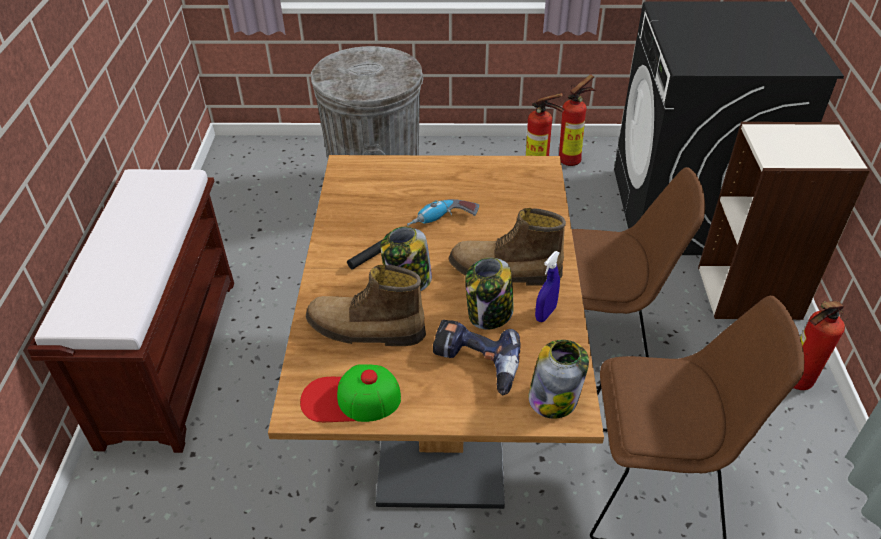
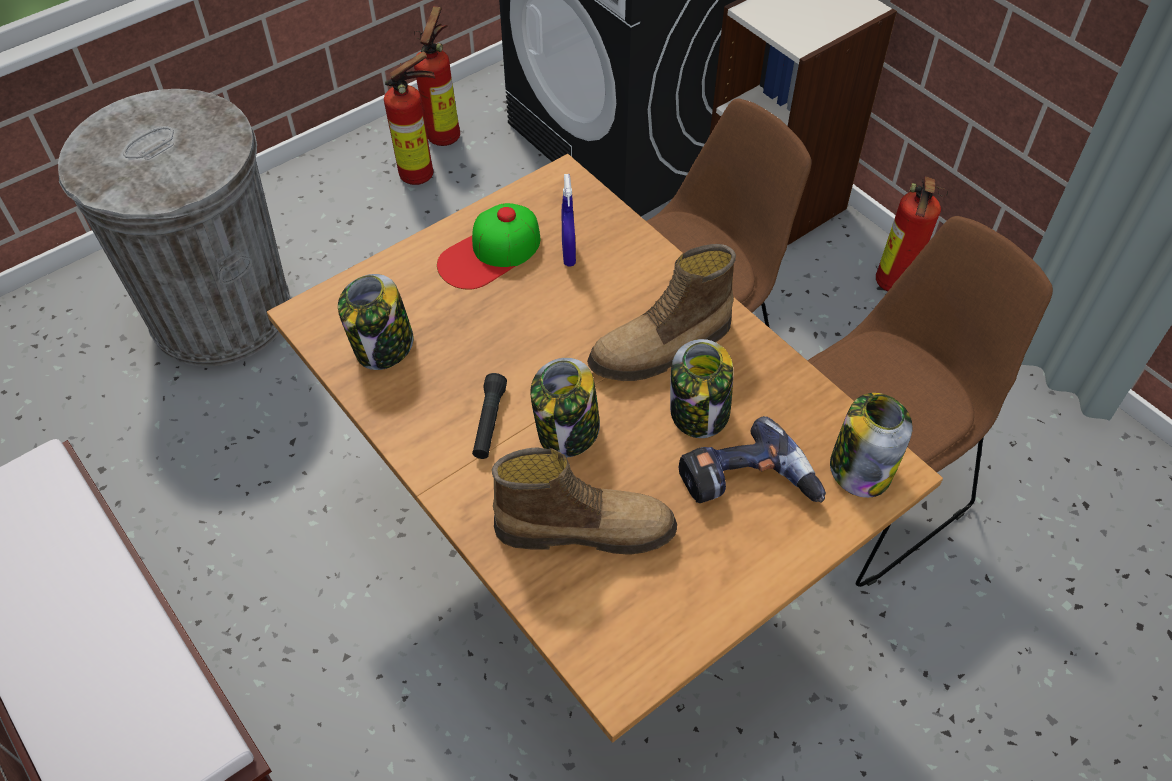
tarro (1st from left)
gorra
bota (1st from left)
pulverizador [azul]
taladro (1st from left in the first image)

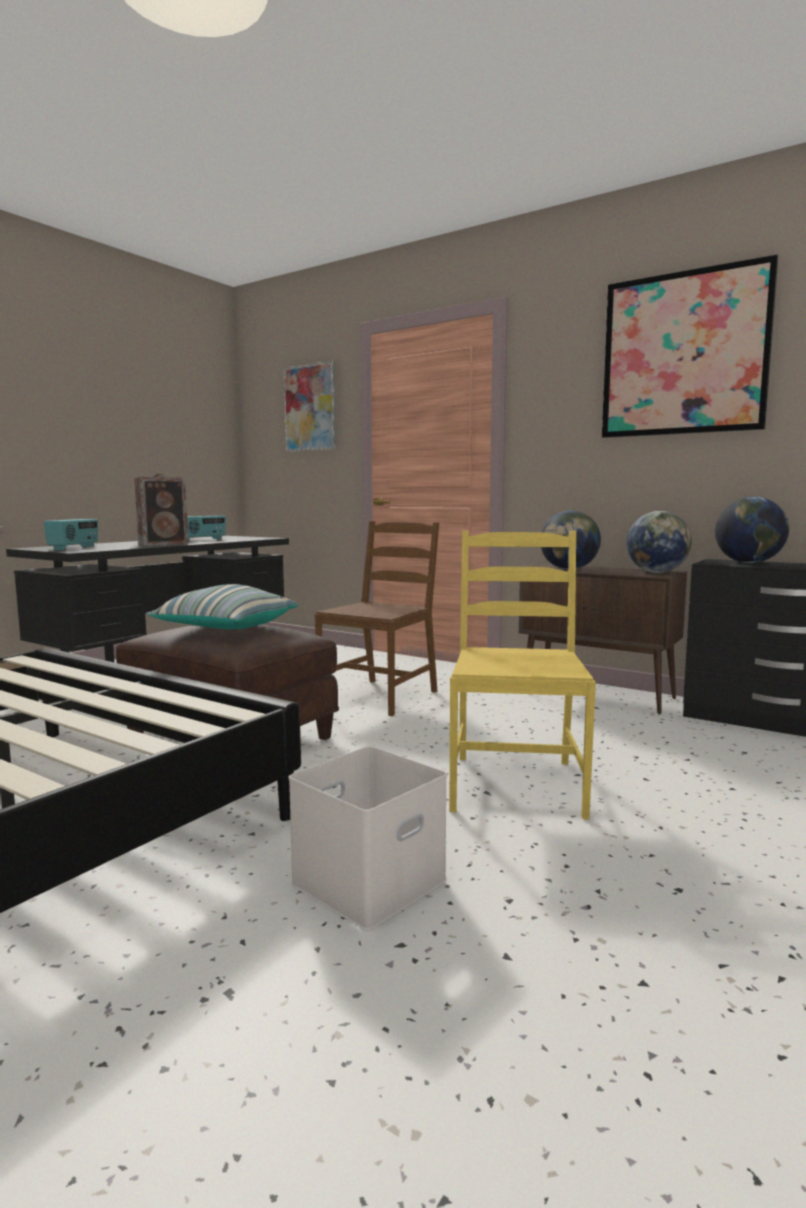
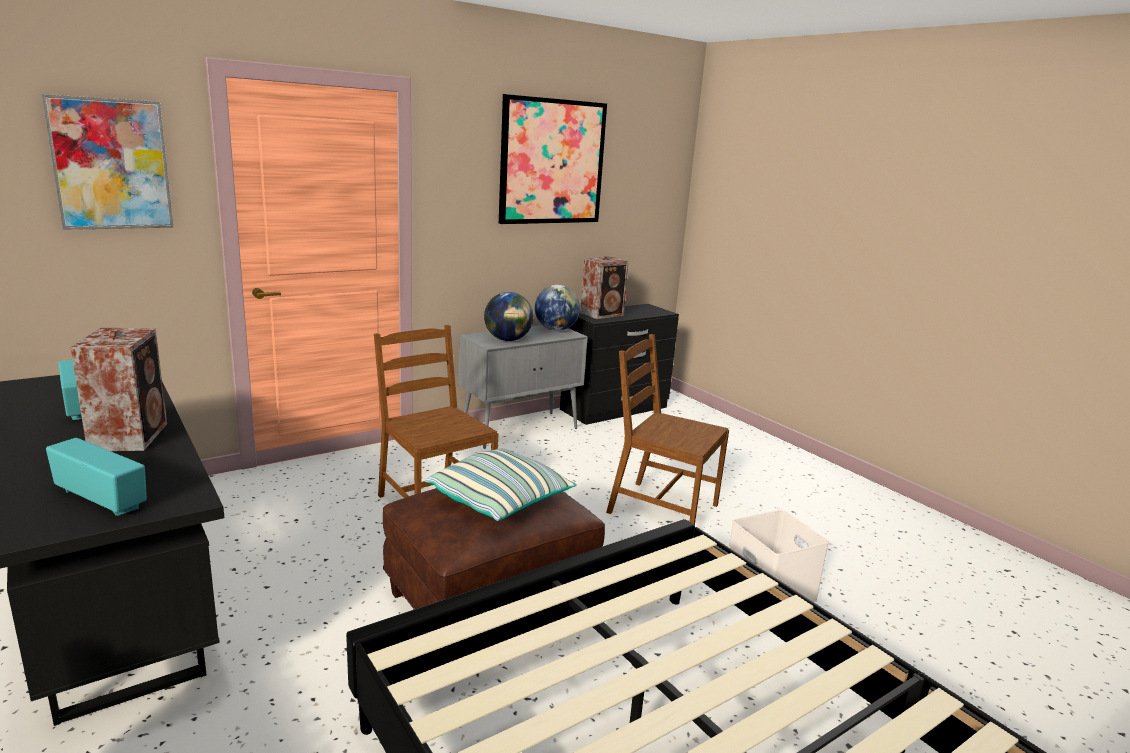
armario [gris]
altavoz (2nd from left)
silla [marrón] (2nd from left)

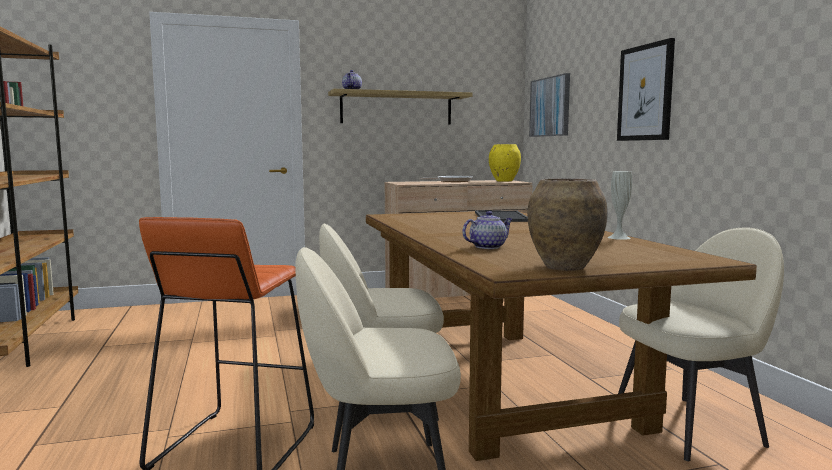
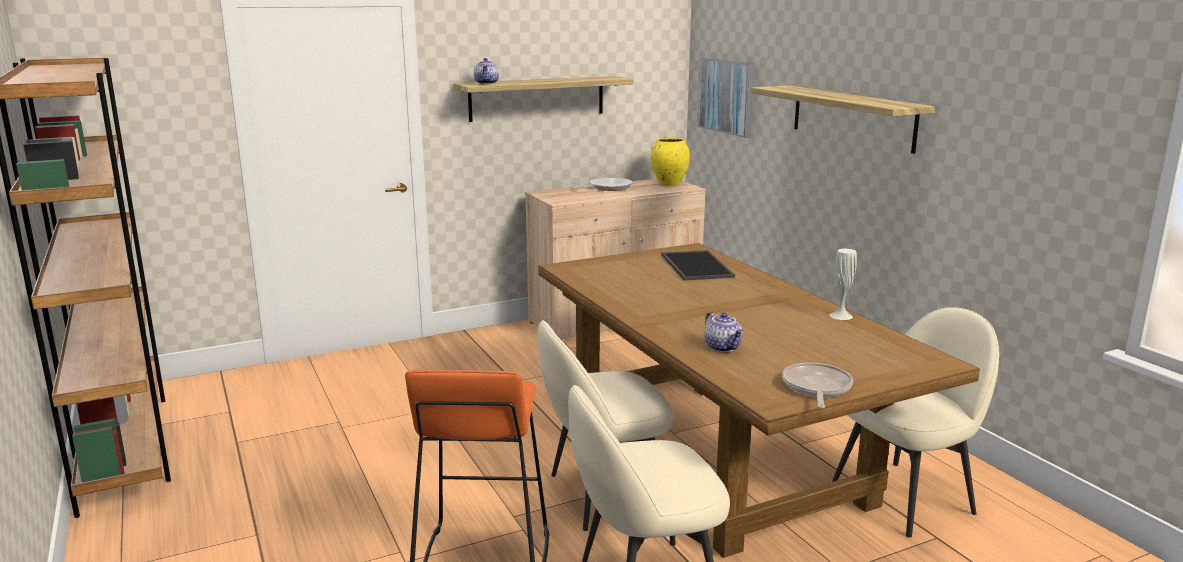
tetera (2nd from left)
estante (2nd from left)
sartén (2nd from left)

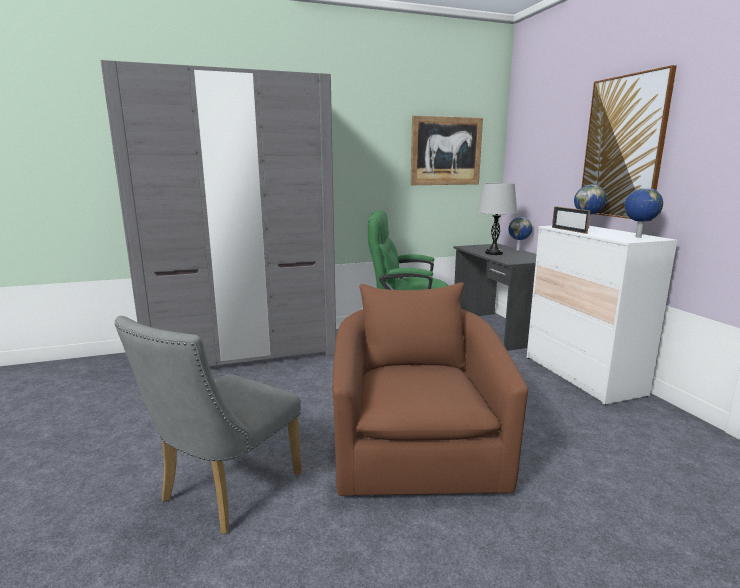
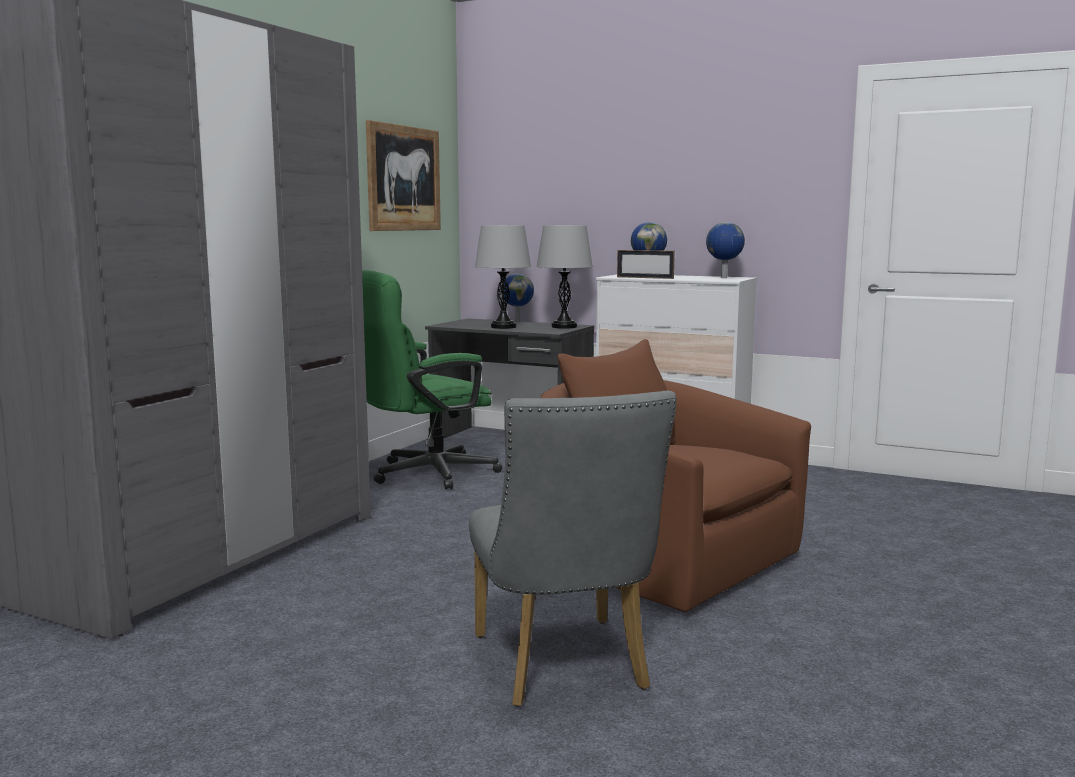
lámpara de mesa [gris] (2nd from left)
cuadro (2nd from left in the first image)

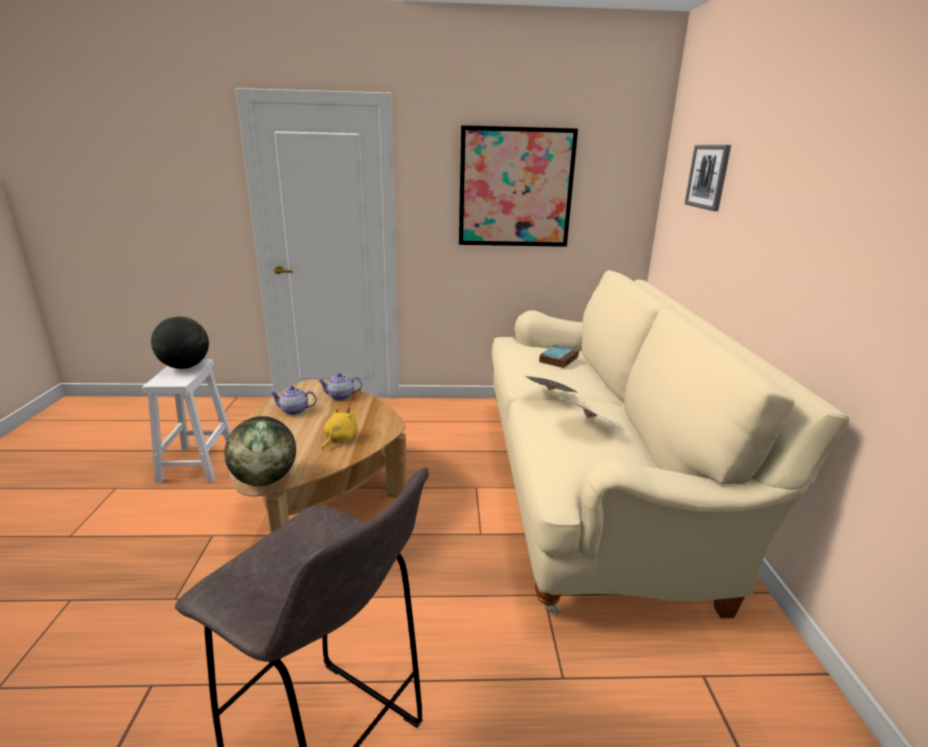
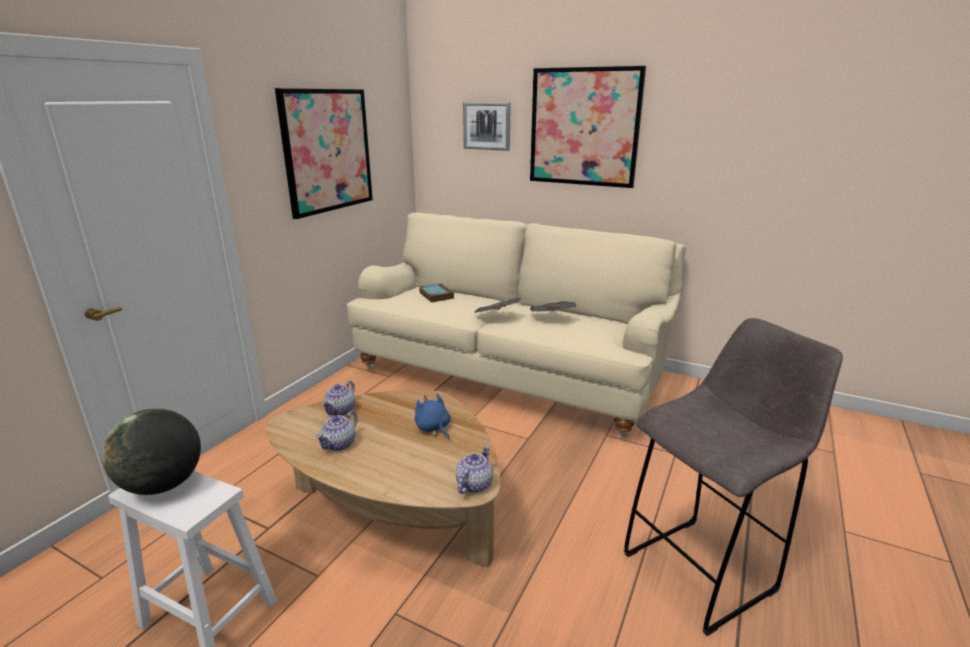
peluche [azul]
tetera (3rd from left)
cuadro (3rd from left)

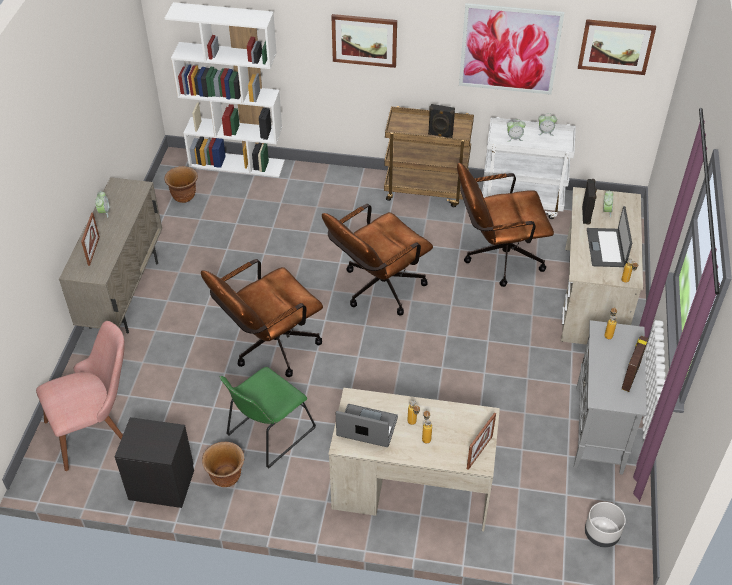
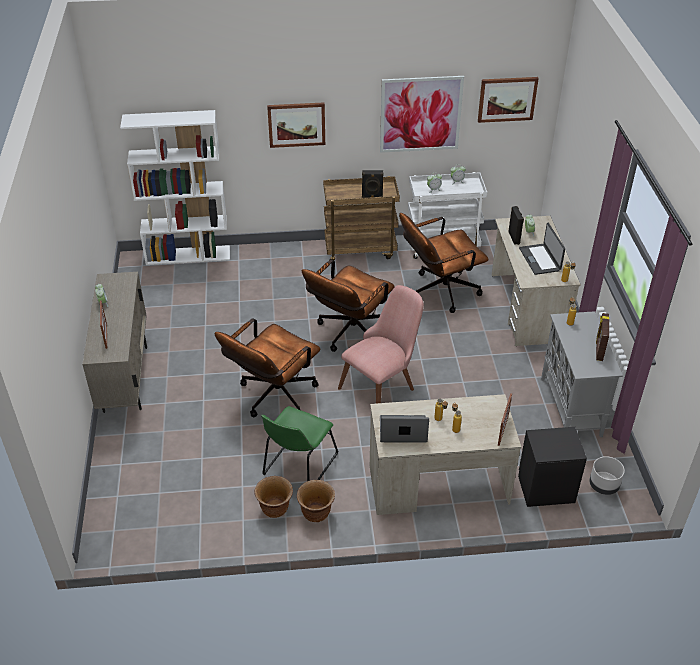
maceta [marrón] (2nd from left)
silla [rosa]
mesita de noche [negro]

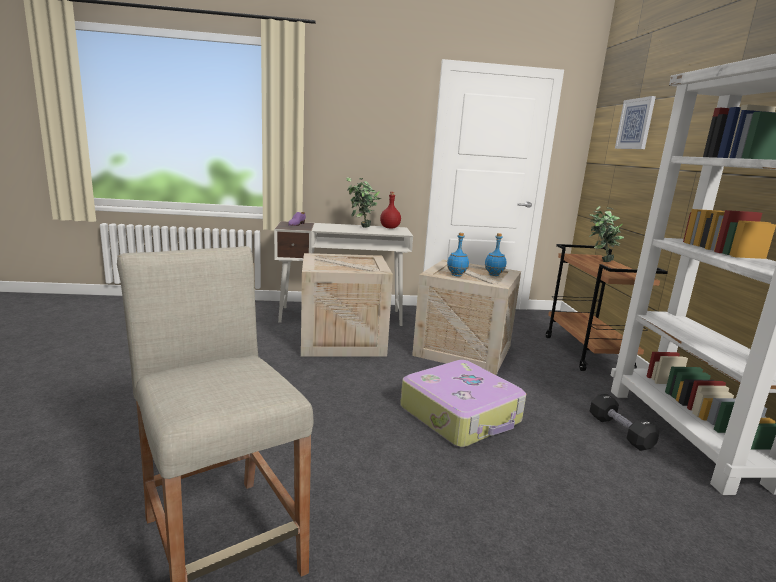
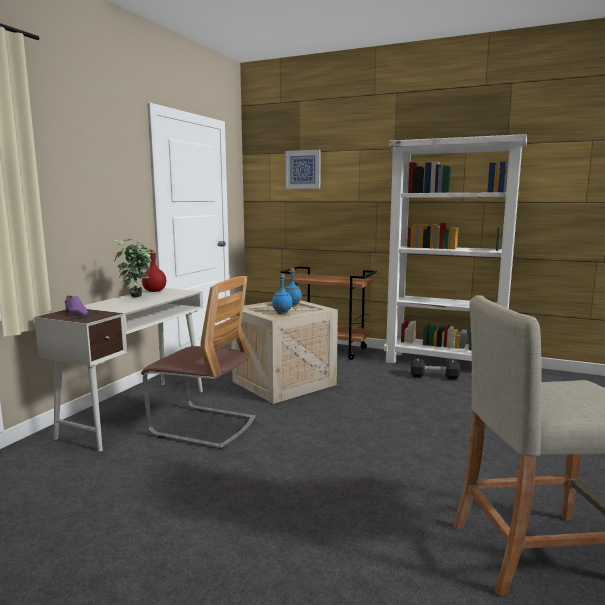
silla
maleta
planta en maceta (2nd from left in the first image)

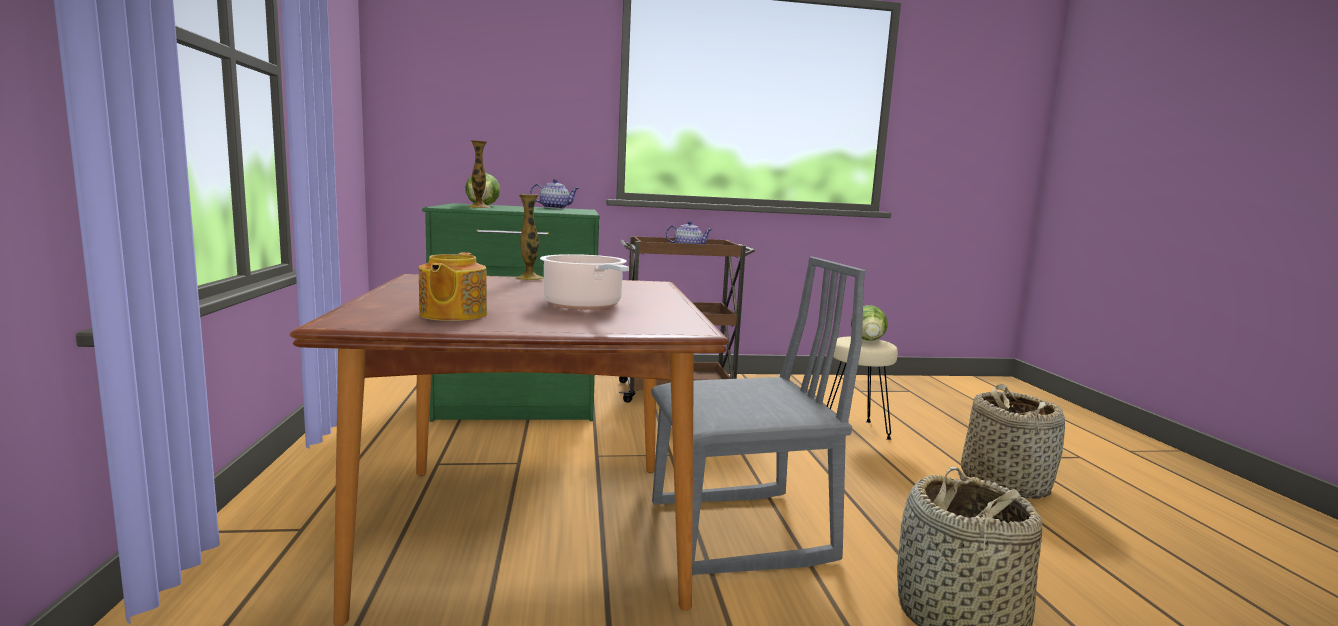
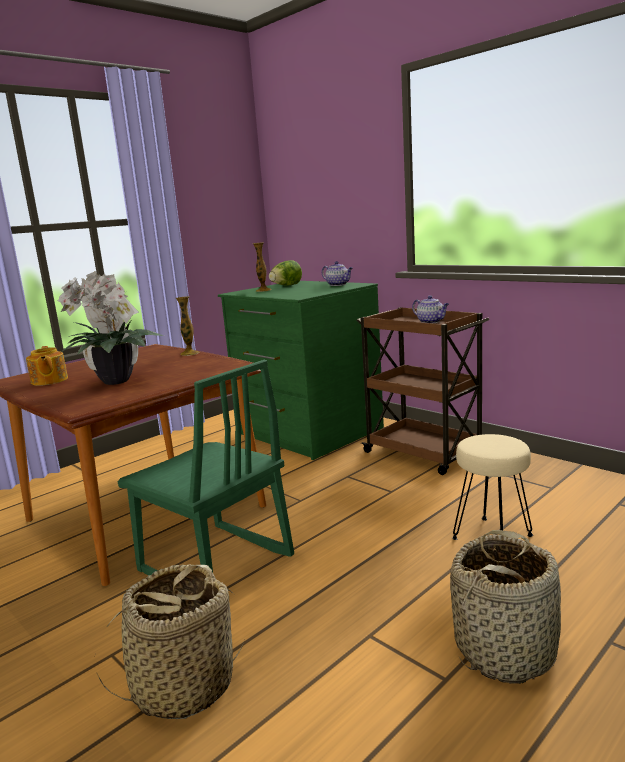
tetera (1st from left)
planta en maceta
silla [verde]
lechuga (2nd from left in the first image)

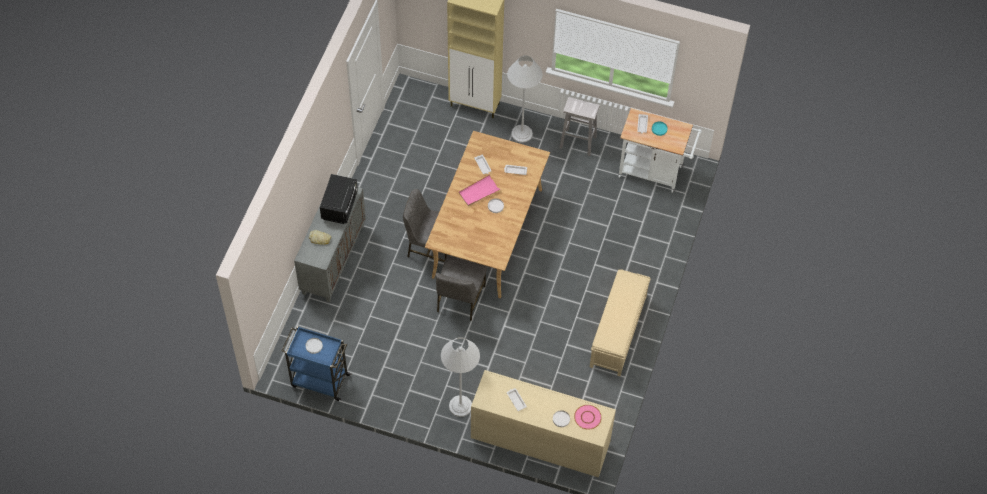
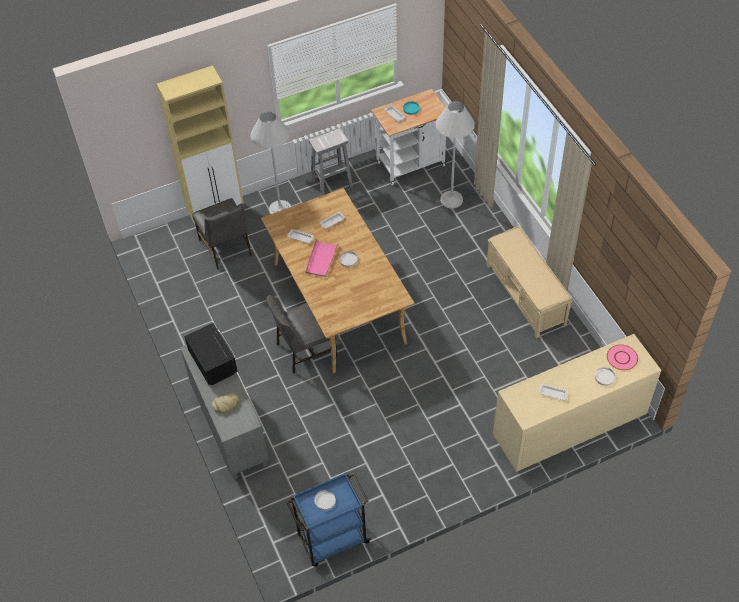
silla [gris] (1st from left)
lámpara de pie [blanco] (2nd from left)

